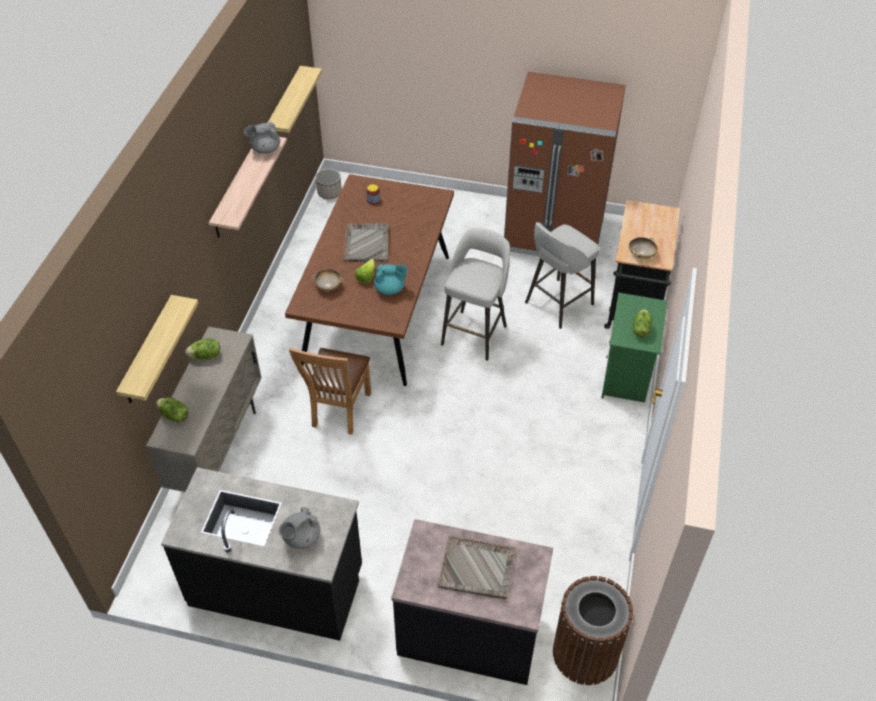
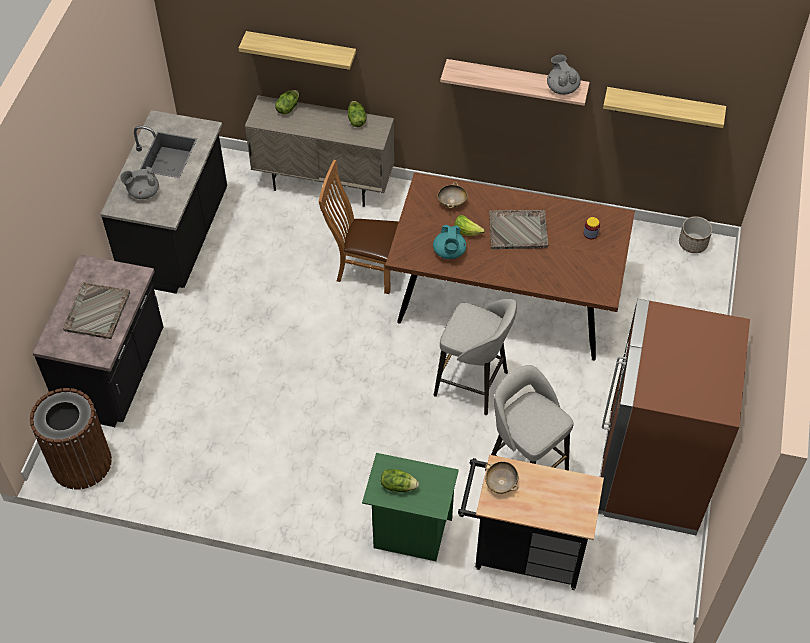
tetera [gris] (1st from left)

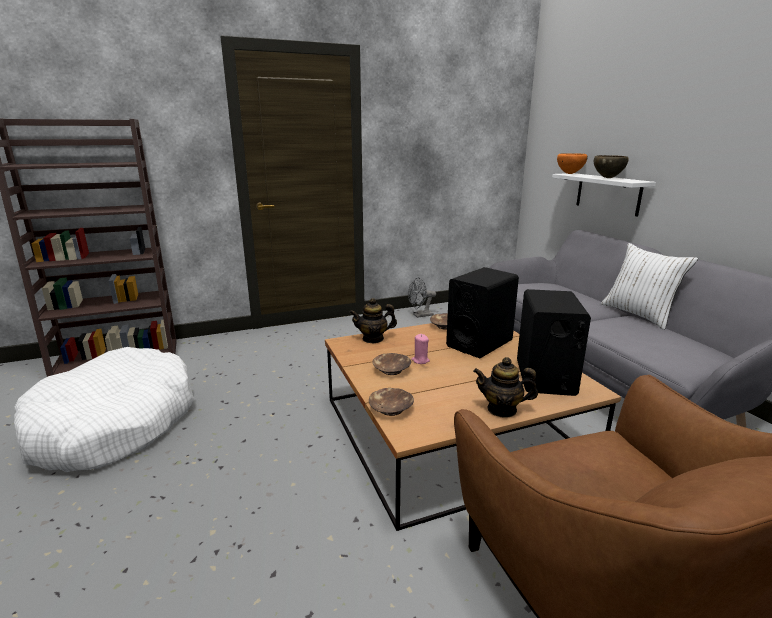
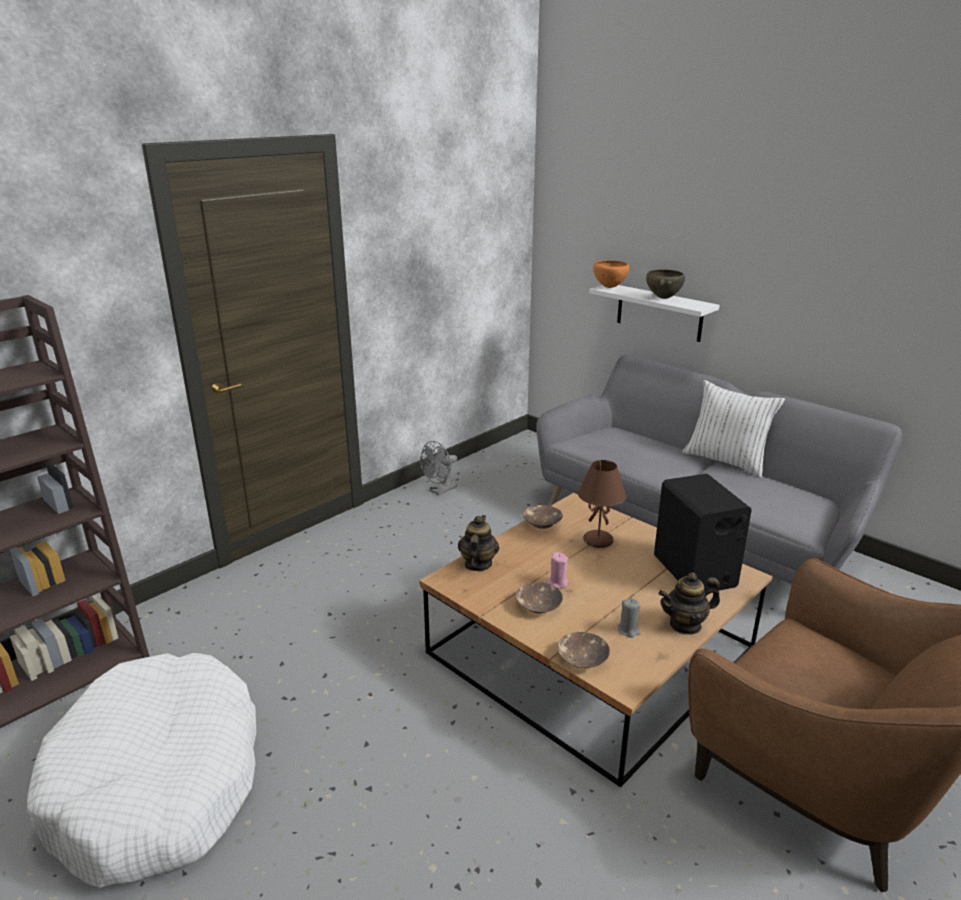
tetera (1st from left)
lámpara de mesa [marrón]
vela [gris]

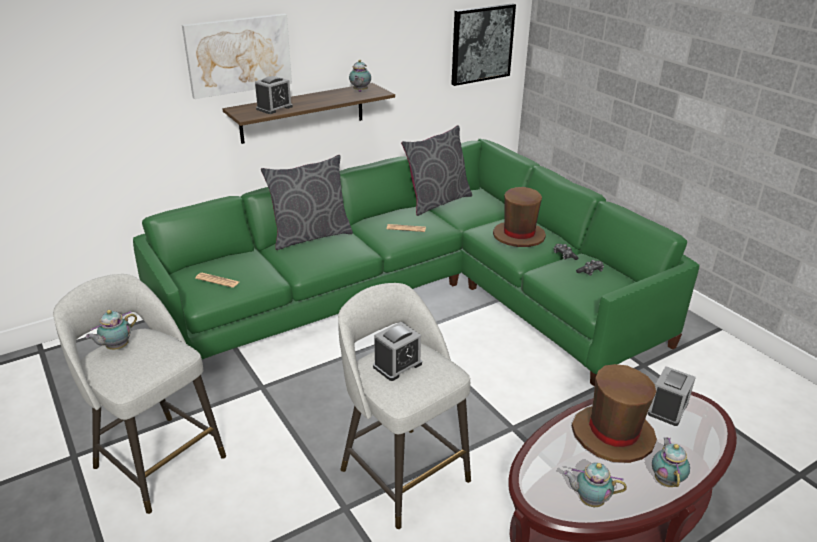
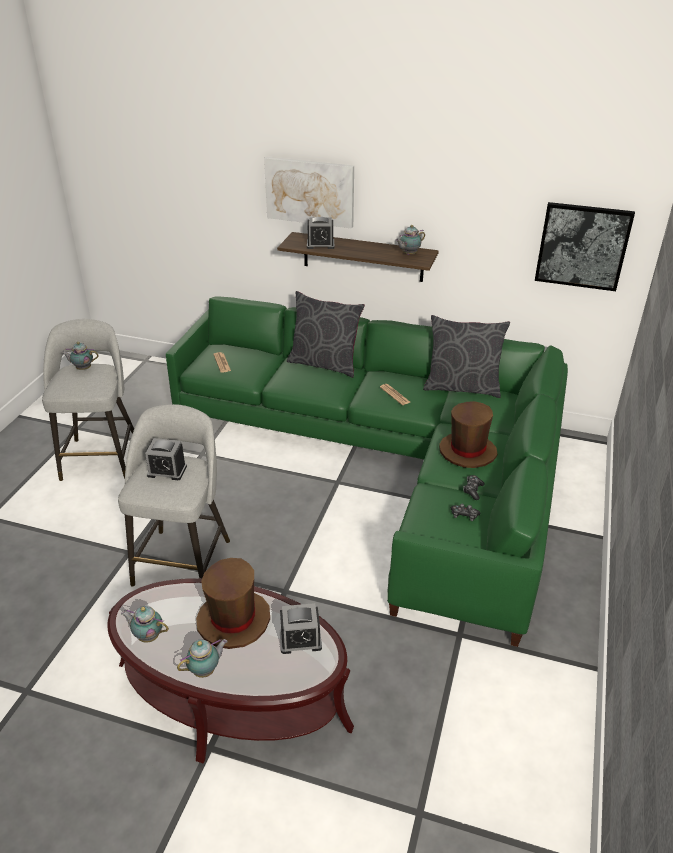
tetera (2nd from left)

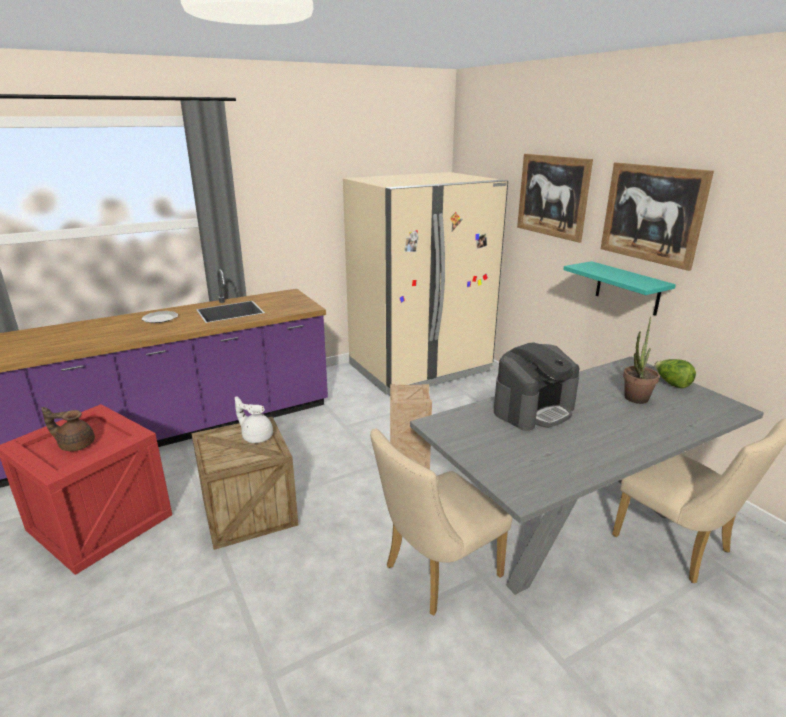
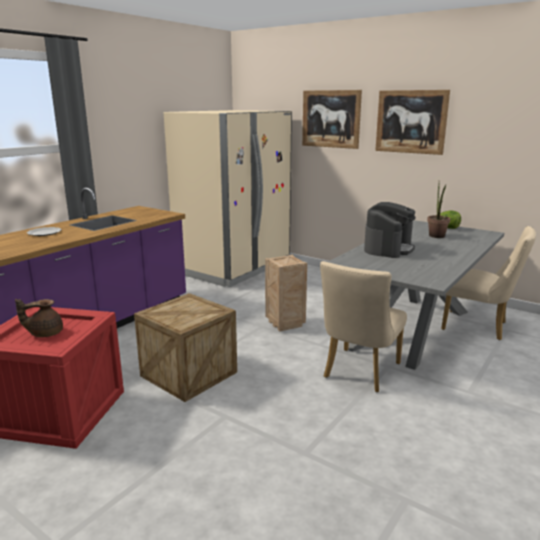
tetera [blanco]
estante [turquesa]

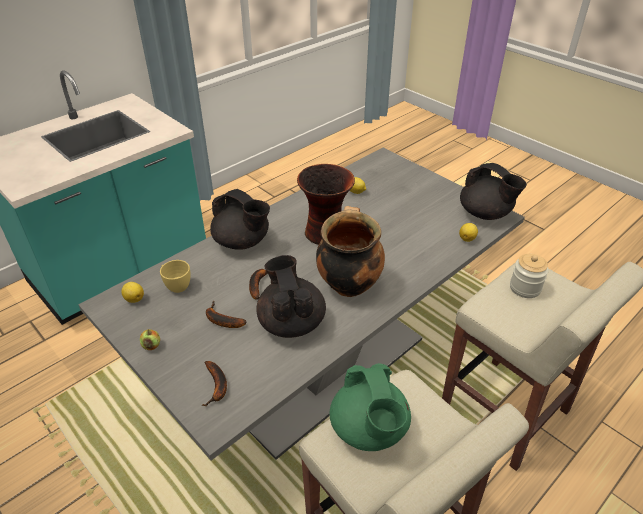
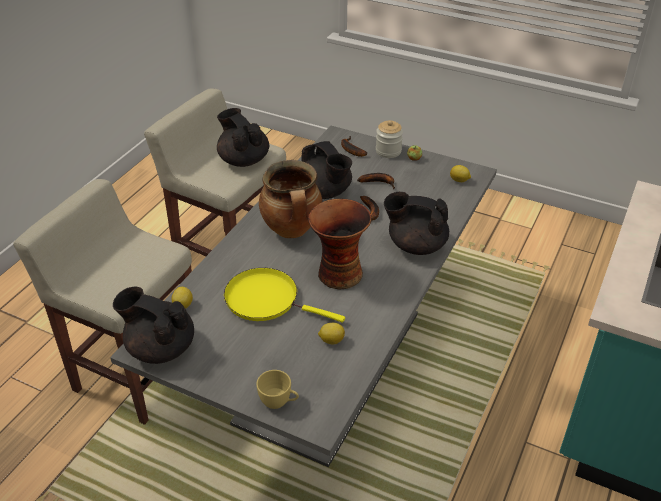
tetera [negro] (2nd from left)
sartén [amarillo]
taza [amarillo]
tarro

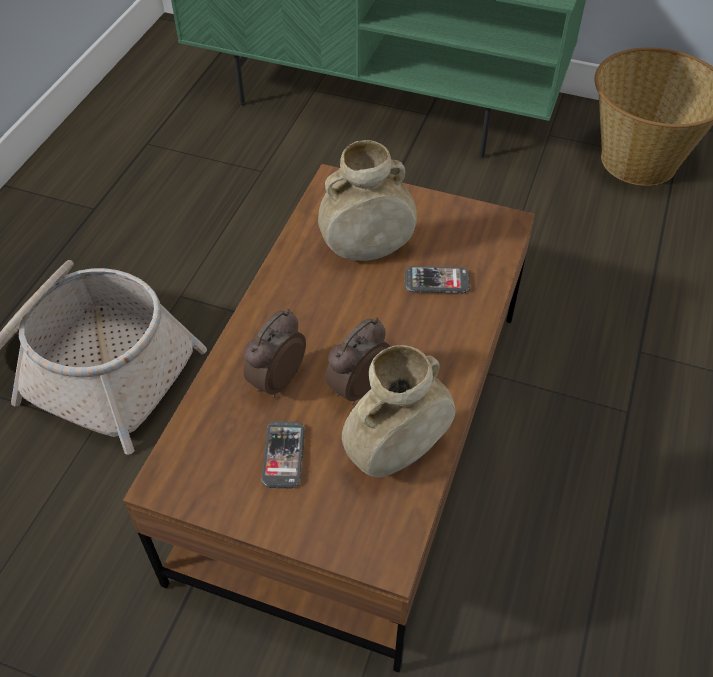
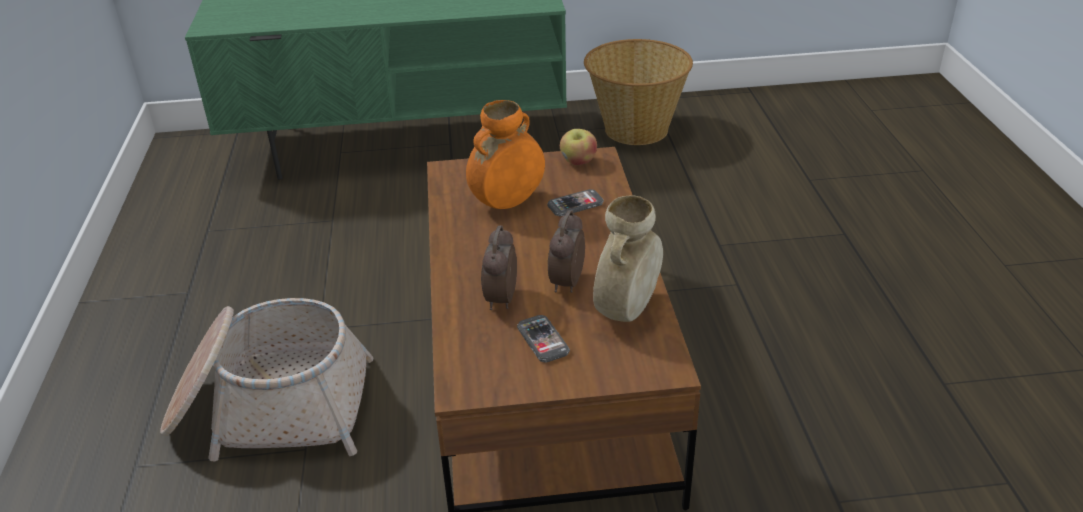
florero [naranja]
manzana

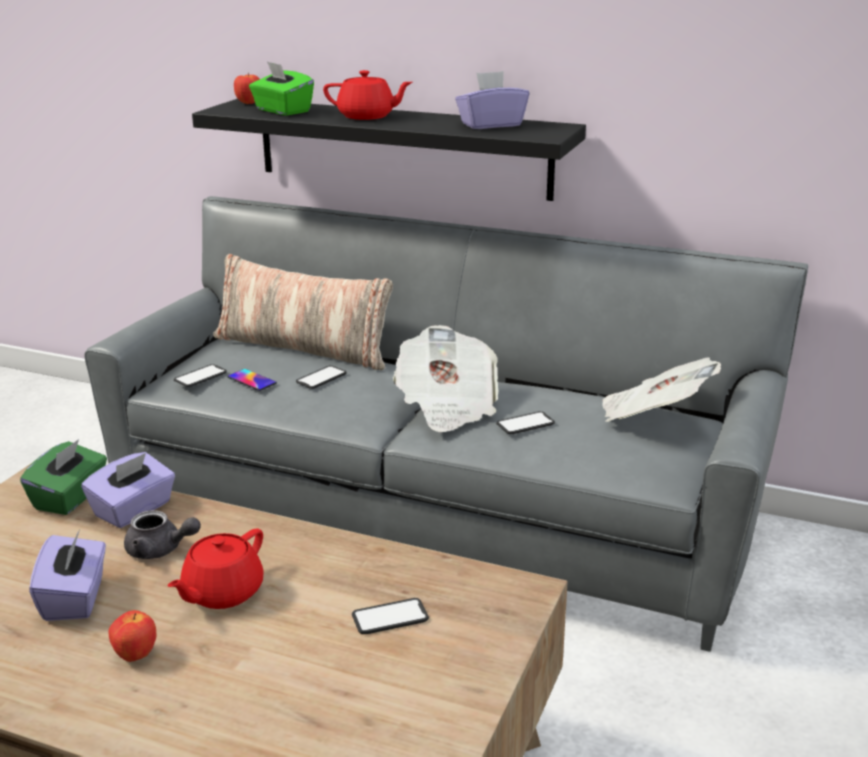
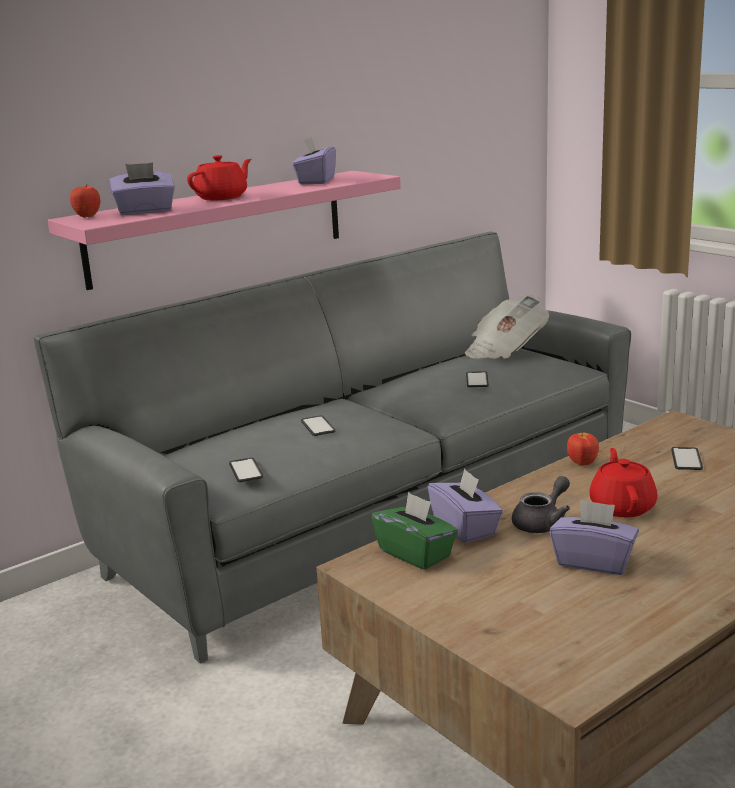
estante [rosa]
caja de pañuelos [morado] (1st from left)
manzana (2nd from left)
tetera [rojo] (2nd from left)
cojín
móvil (2nd from left in the first image)
periódico (1st from left in the first image)

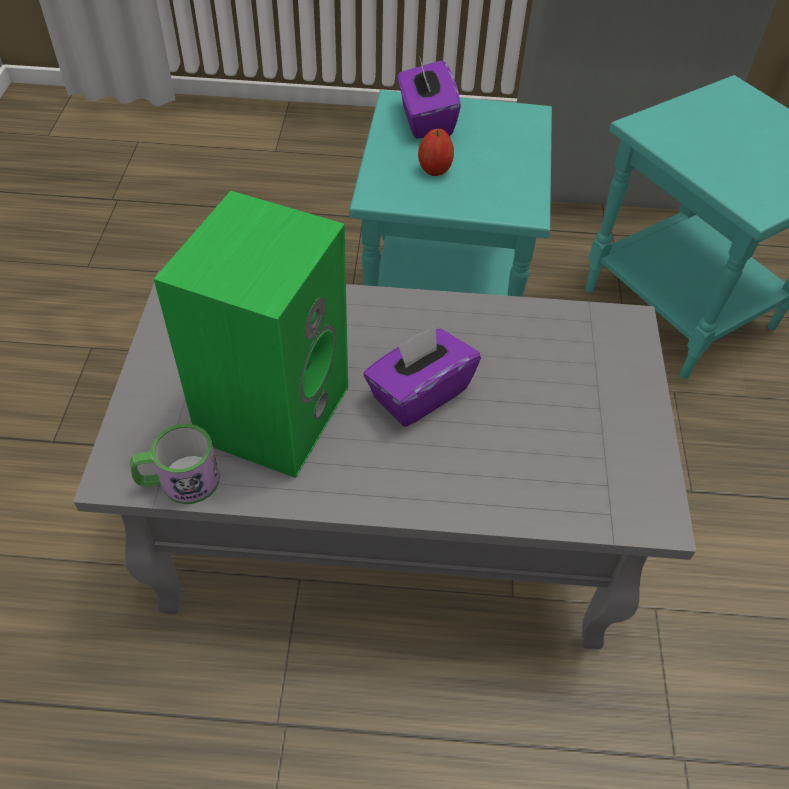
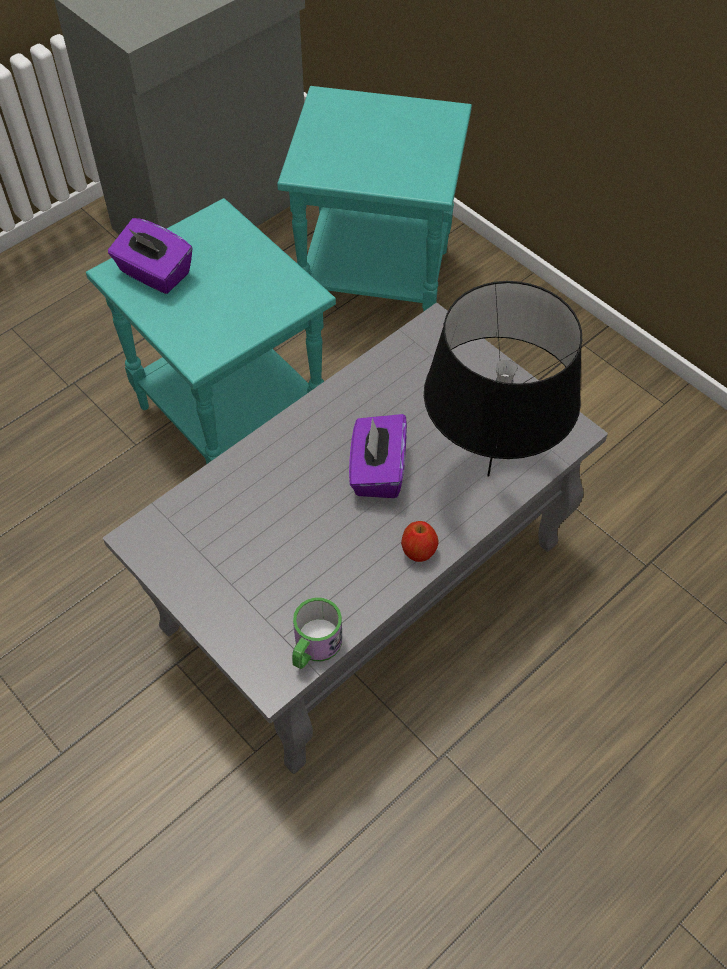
manzana
lámpara de mesa [negro]
altavoz [verde]

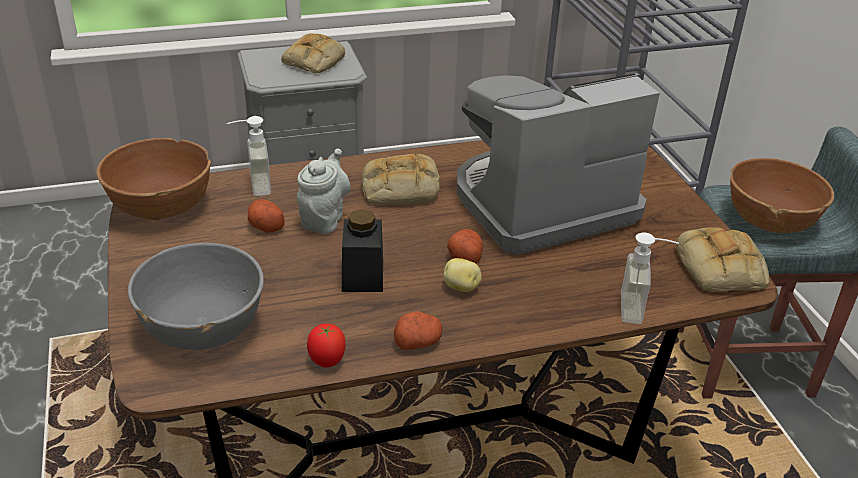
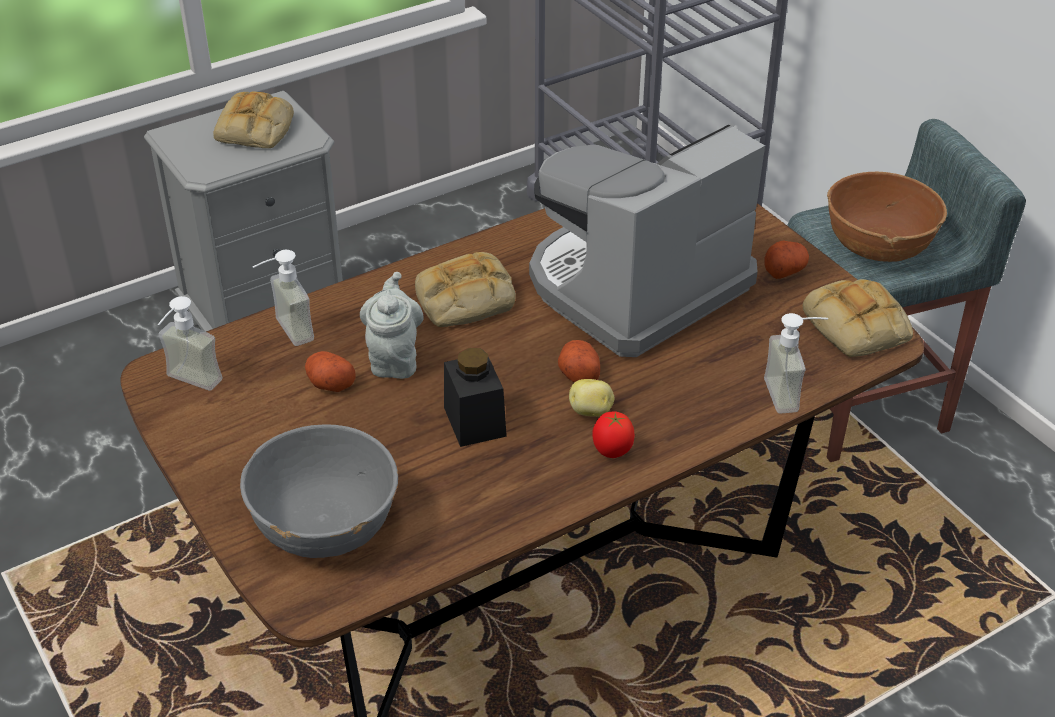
dispensador de jabón (1st from left)
tomate
patata (4th from left)

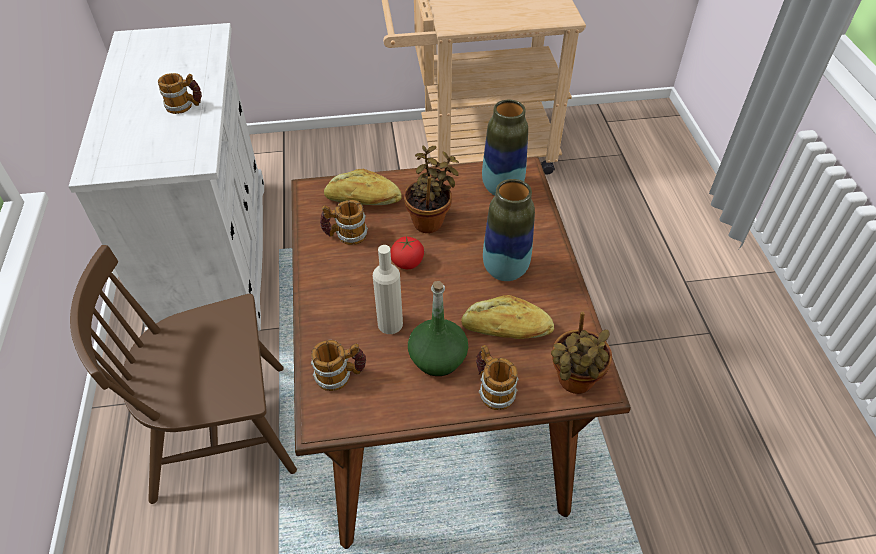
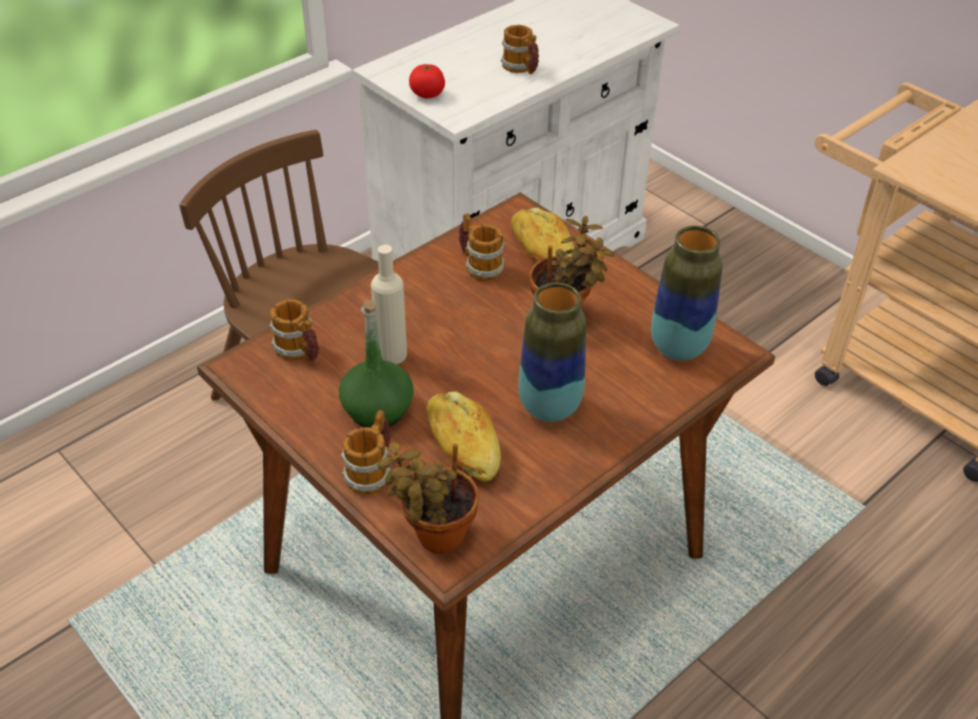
tomate

